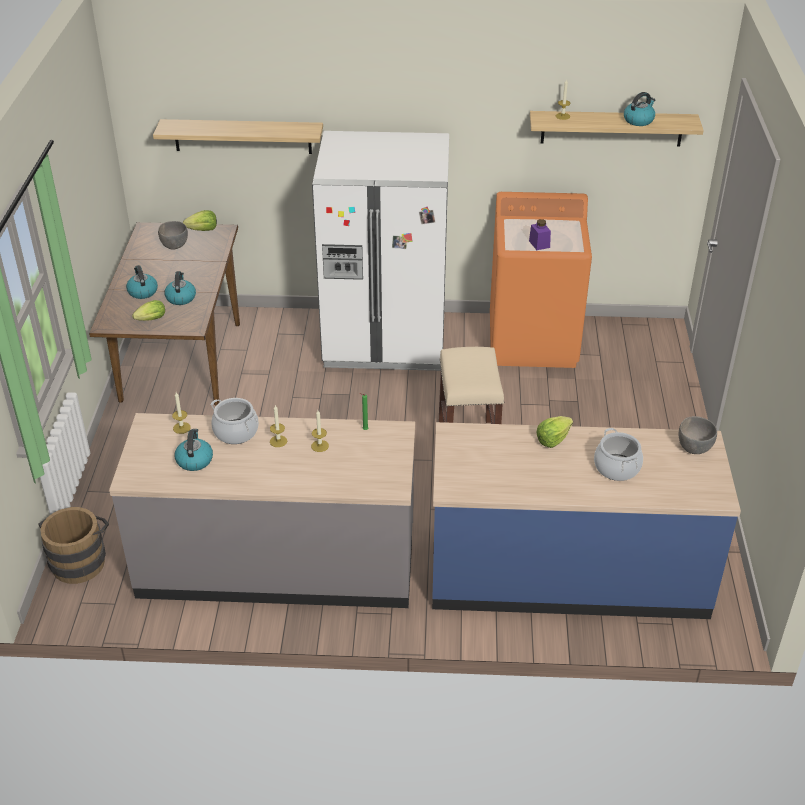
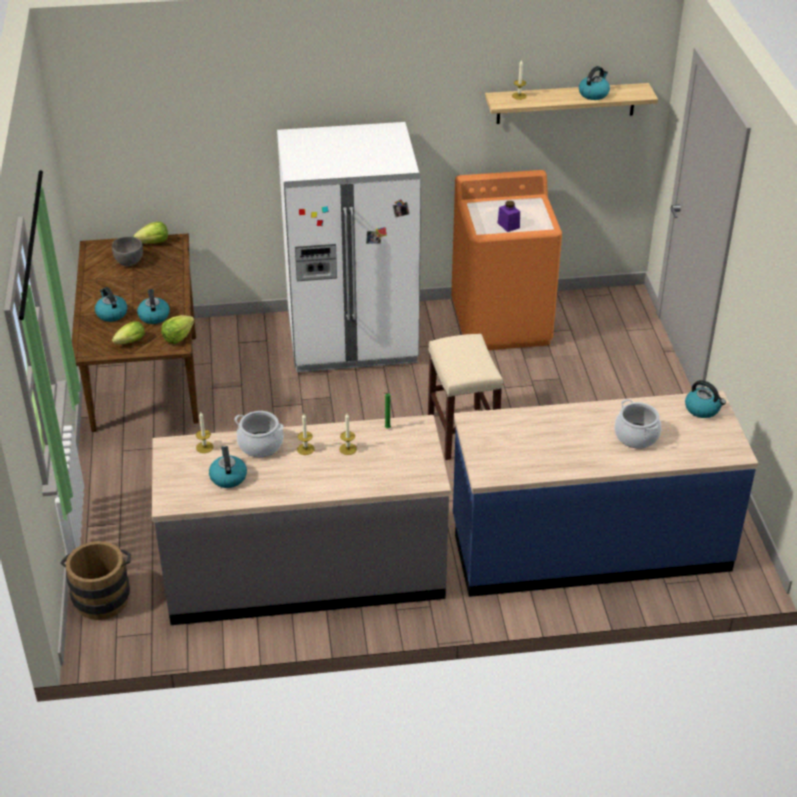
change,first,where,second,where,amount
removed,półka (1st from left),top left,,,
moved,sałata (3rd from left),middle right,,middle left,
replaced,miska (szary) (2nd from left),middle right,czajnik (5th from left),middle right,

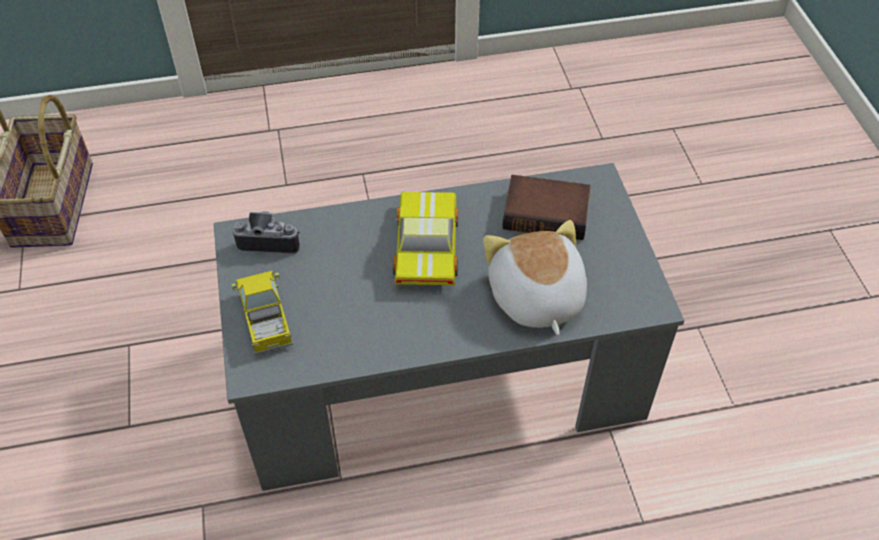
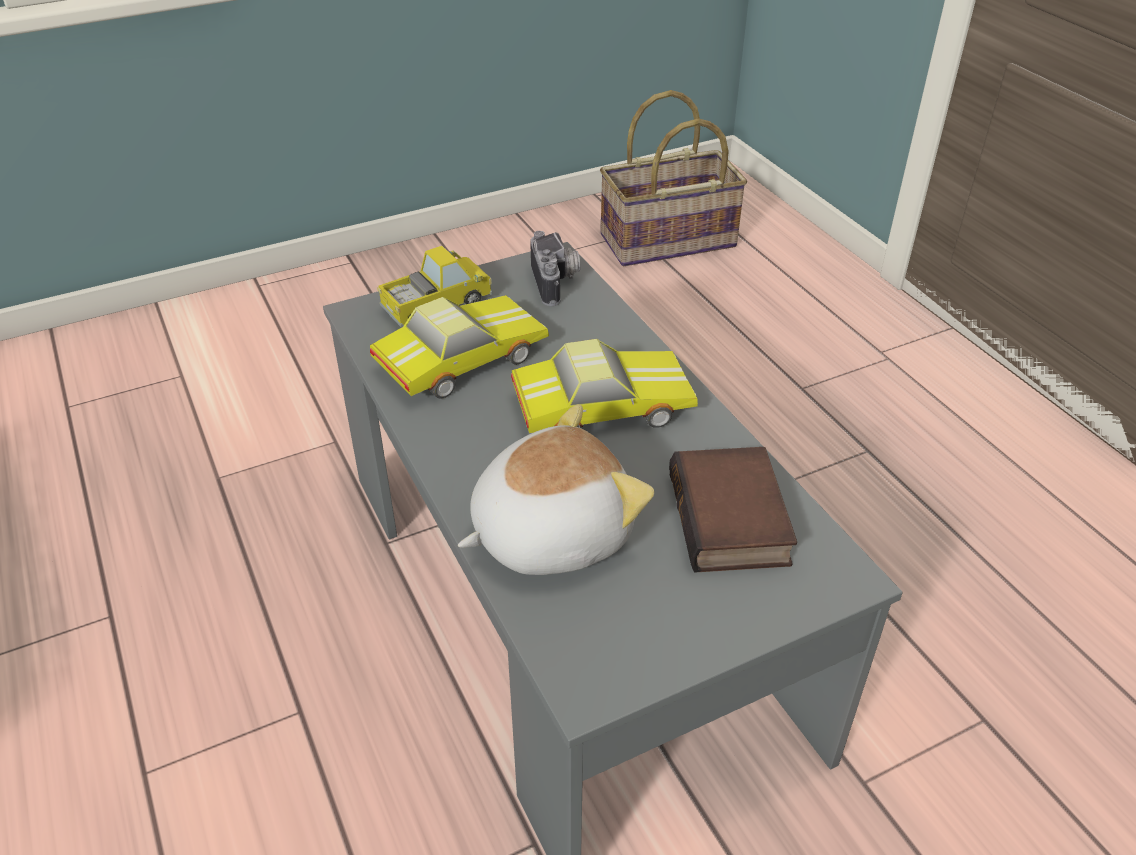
change,first,where,second,where,amount
added,,,samochodzik (1st from left),centre,

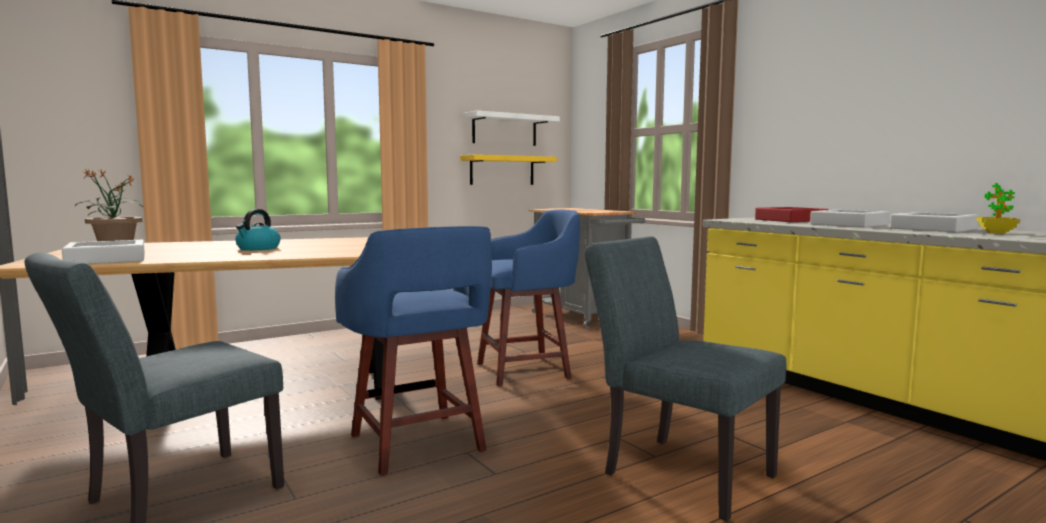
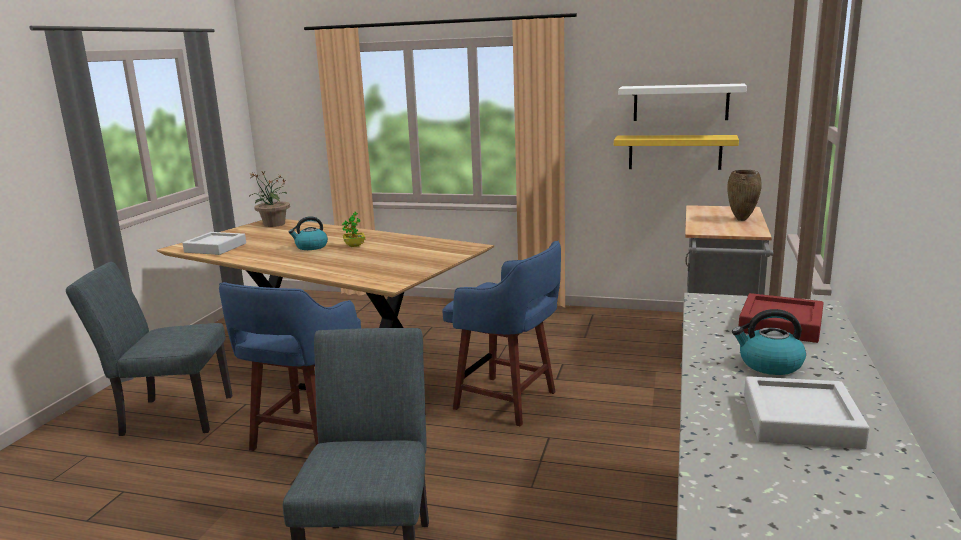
change,first,where,second,where,amount
moved,roślina doniczkowa (2nd from left),middle right,,centre,
replaced,taca (szary) (2nd from left),middle right,czajnik (2nd from left),middle right,
added,,,wazon (brązowy),middle right,

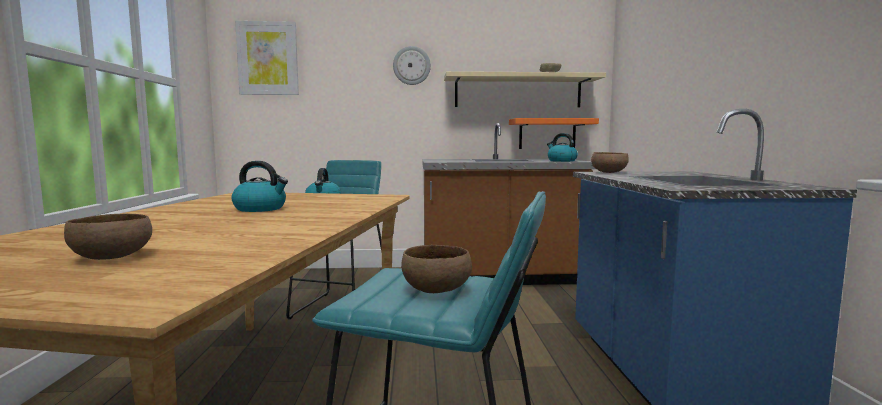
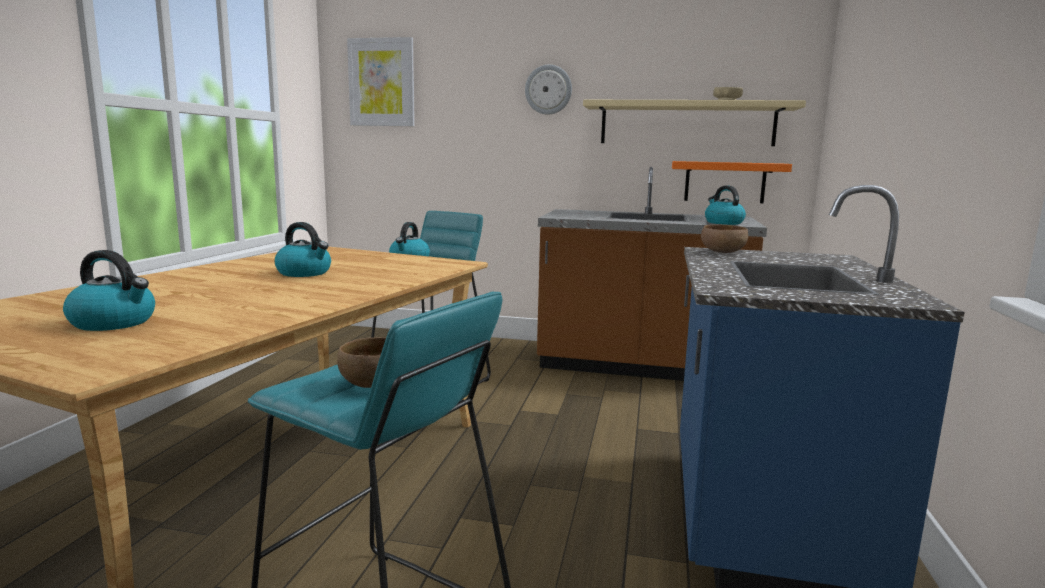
change,first,where,second,where,amount
replaced,miska (brązowy) (1st from left),middle left,czajnik (1st from left),middle left,

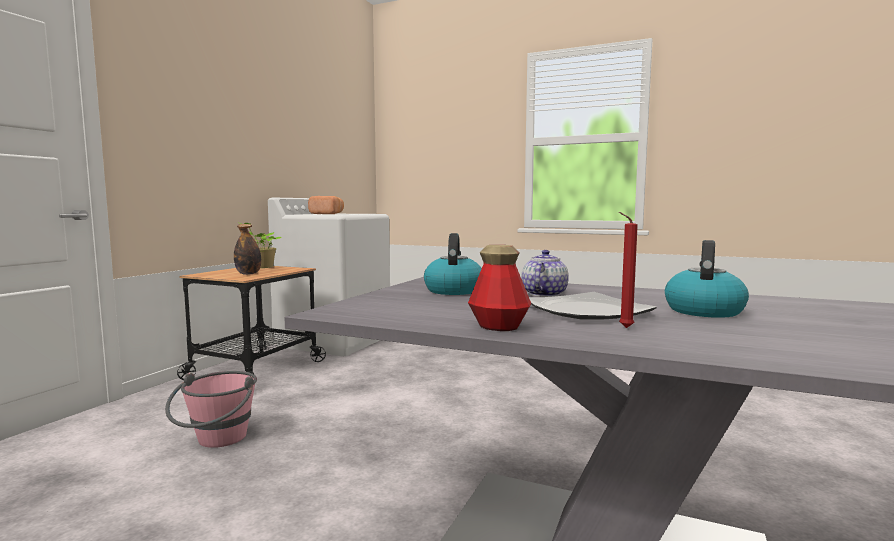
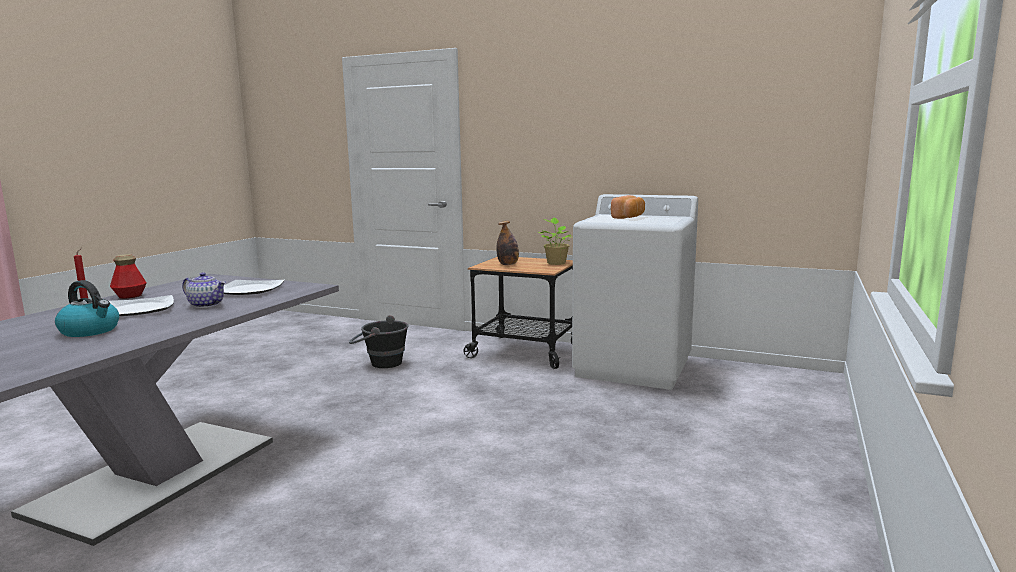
change,first,where,second,where,amount
replaced,czajnik (1st from left),centre,talerz (2nd from left),middle left,
recoloured,wiadro (różowy),bottom left,wiadro (czarny),centre,

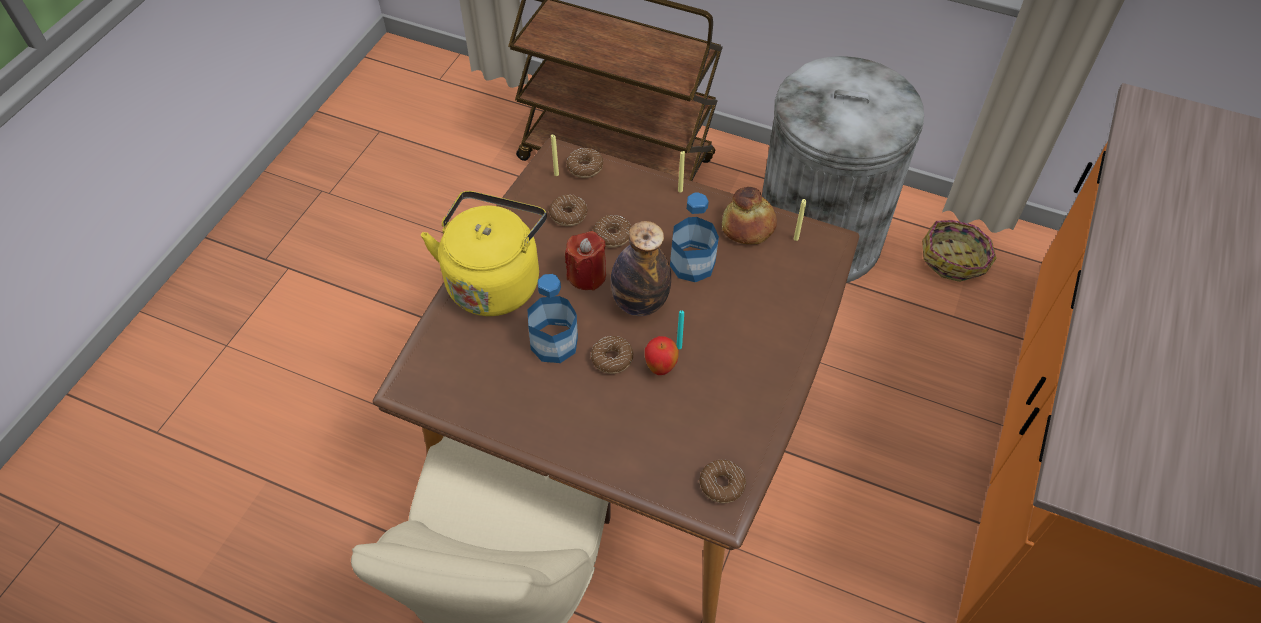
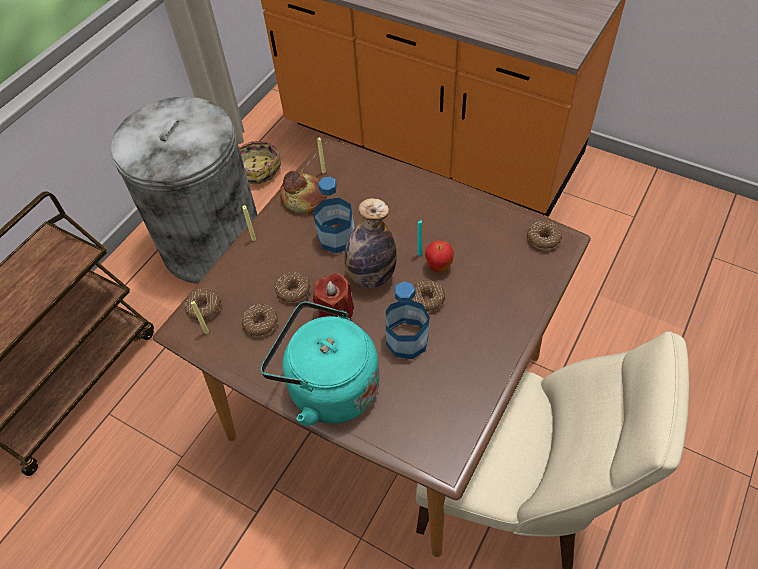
change,first,where,second,where,amount
recoloured,czajnik (żółty),centre,czajnik (turkusowy),centre,

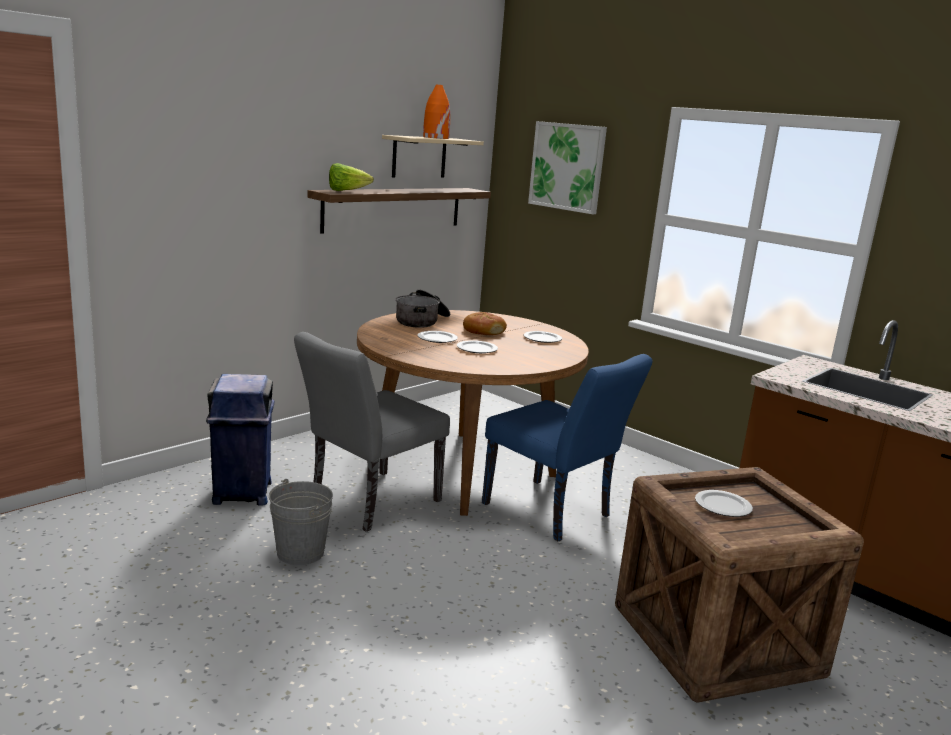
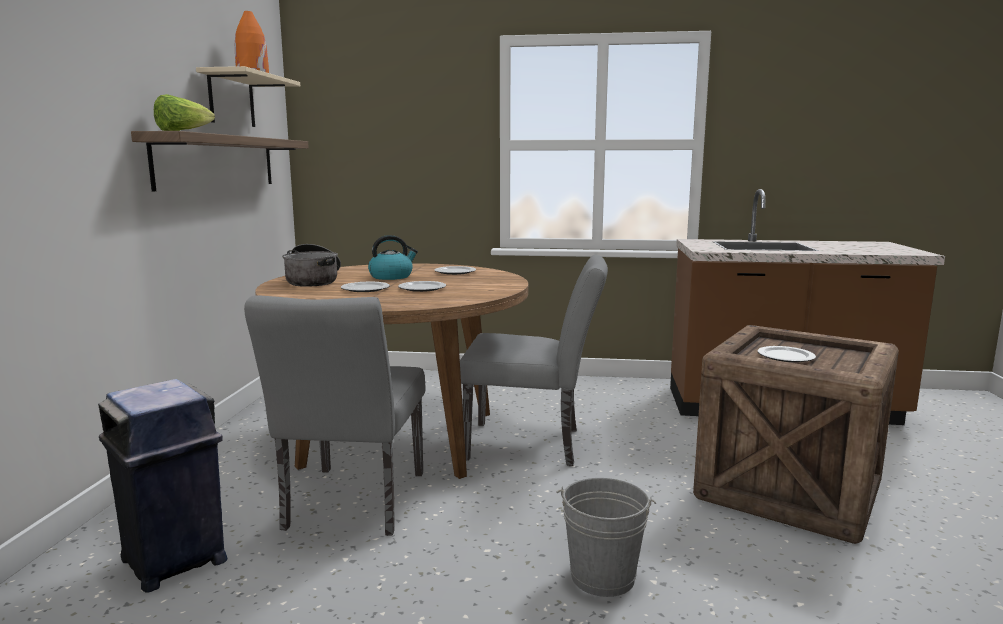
change,first,where,second,where,amount
removed,obraz,top centre,,,
replaced,chleb,centre,czajnik,centre,
recoloured,krzesło (niebieski),centre,krzesło (szary) (2nd from left),centre,
moved,wiadro (szary),bottom left,,bottom centre,

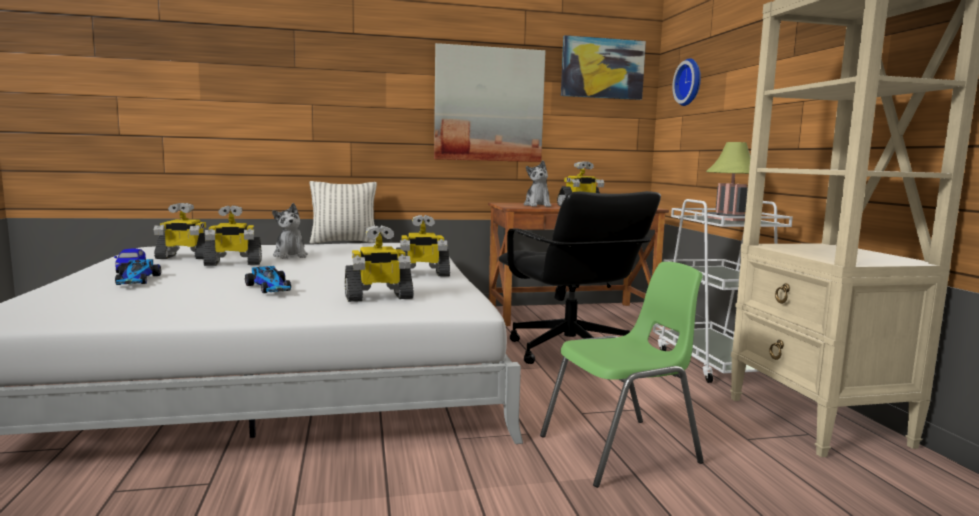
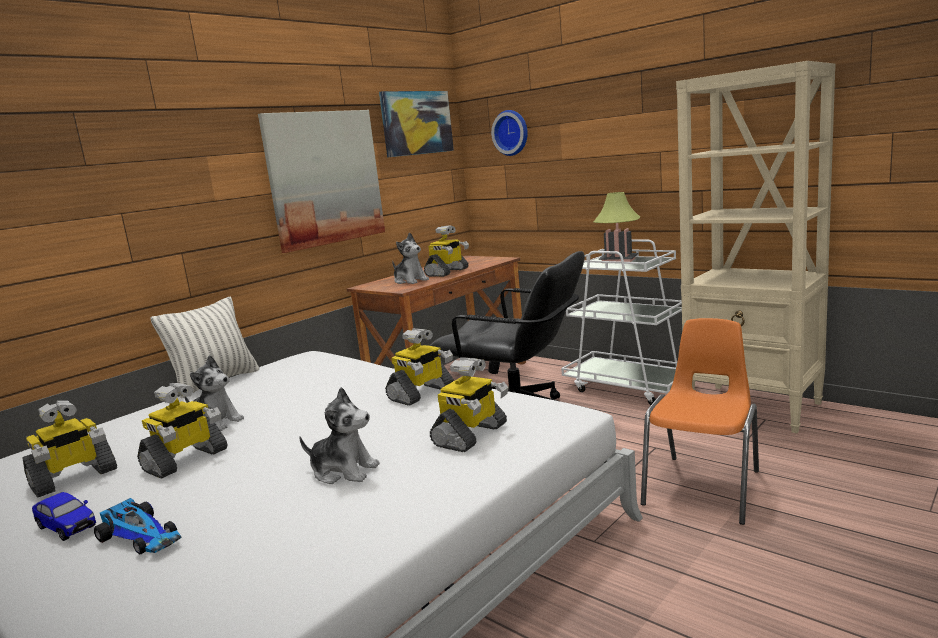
change,first,where,second,where,amount
recoloured,krzesło (zielony),bottom centre,krzesło (pomarańczowy),middle right,
replaced,samochodzik (3rd from left),middle left,pluszak (2nd from left),bottom centre,

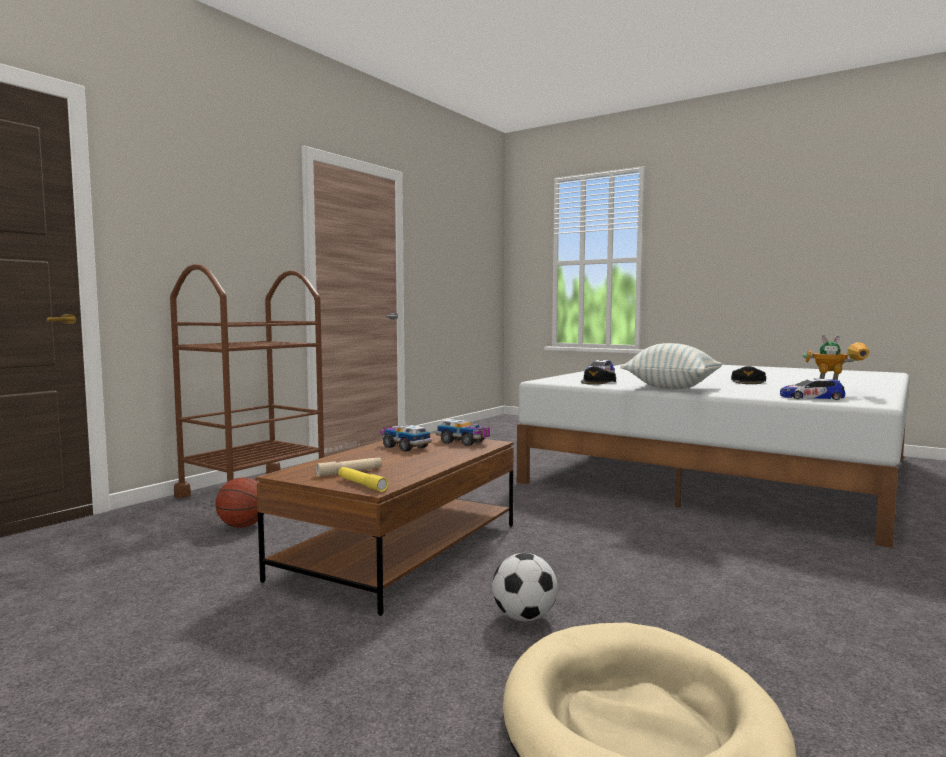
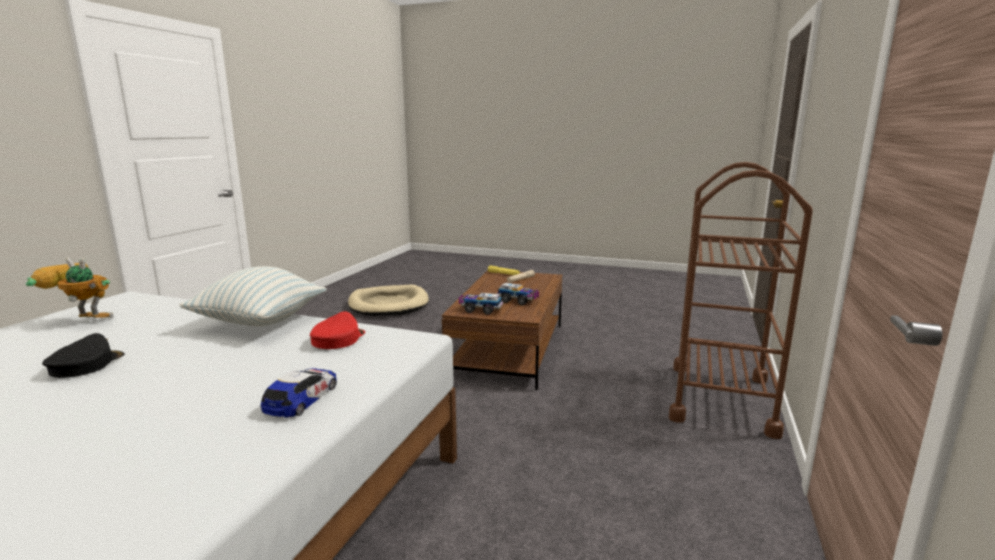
change,first,where,second,where,amount
recoloured,czapka z daszkiem (czarny) (1st from left),centre,czapka z daszkiem (czerwony),centre,
removed,samochodzik (2nd from left),middle right,,,
removed,piłka do koszykówki,middle left,,,
removed,piłka futbolowa,bottom centre,,,

